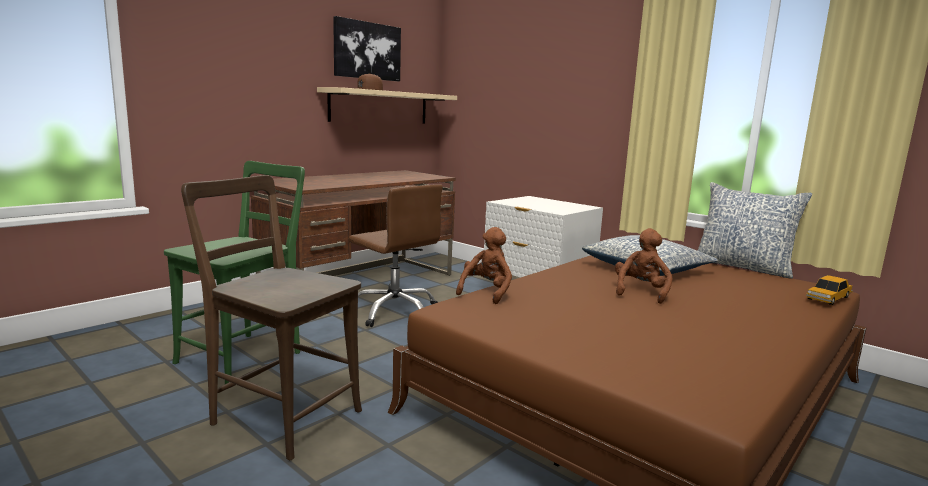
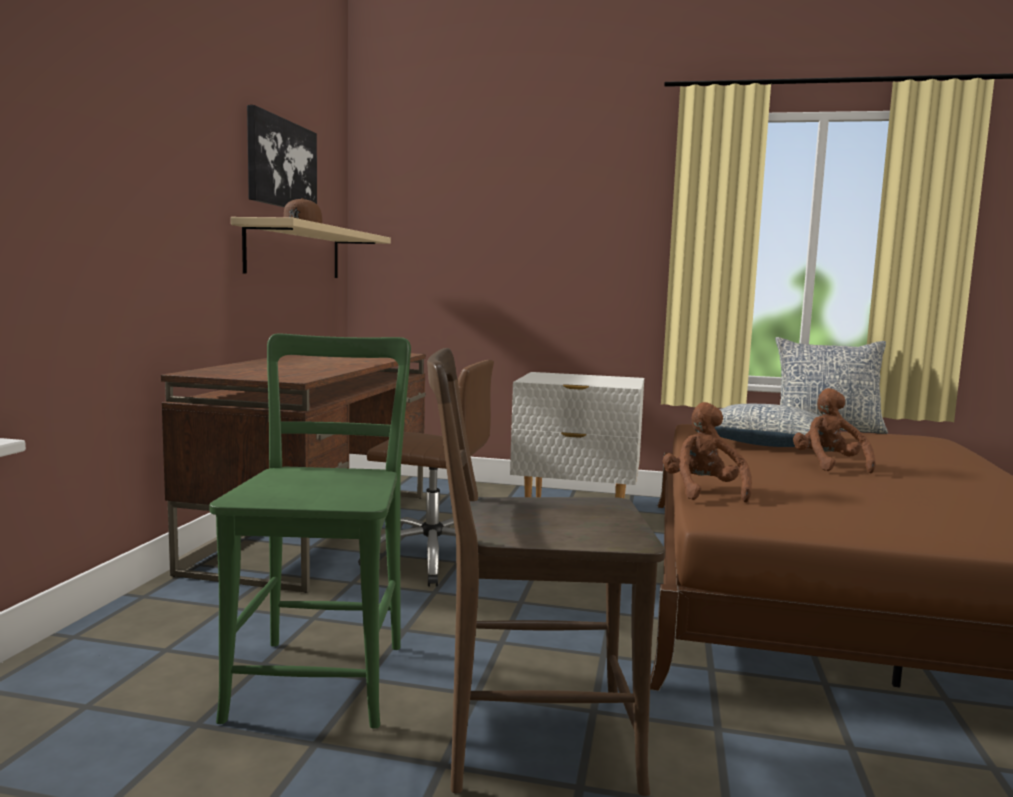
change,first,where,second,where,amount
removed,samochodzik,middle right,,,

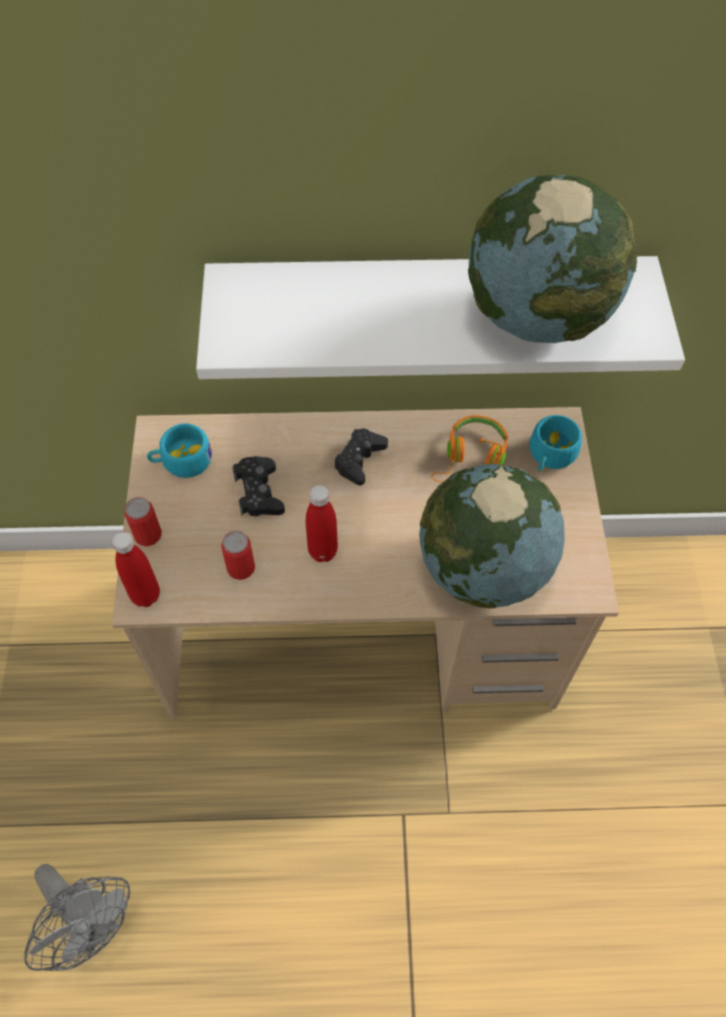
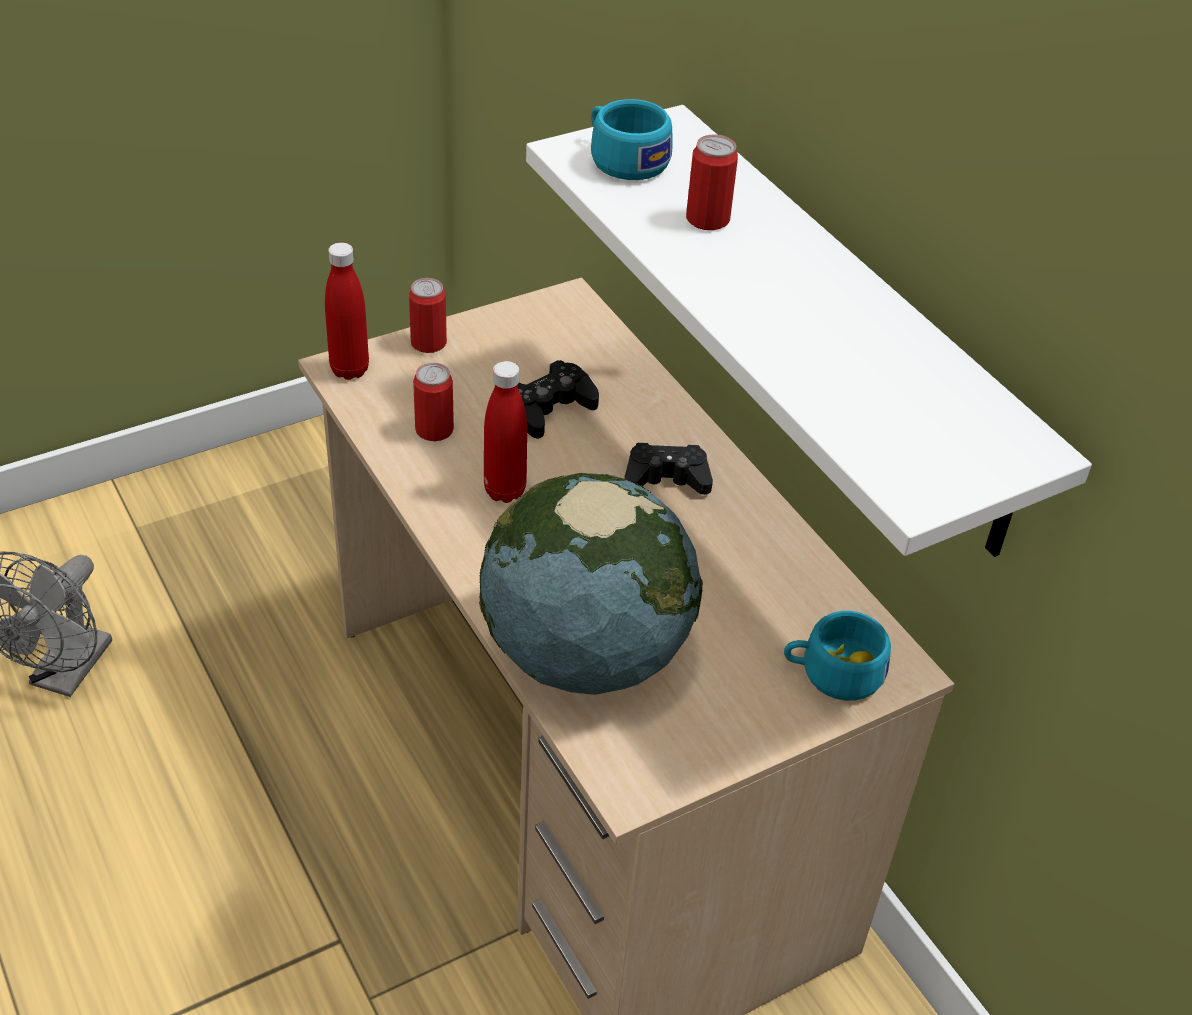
change,first,where,second,where,amount
removed,globus (2nd from left),top right,,,
removed,słuchawki (pomarańczowy),centre,,,
moved,filiżanka (turkusowy) (1st from left),middle left,,top centre,
added,,,puszka (3rd from left),top centre,

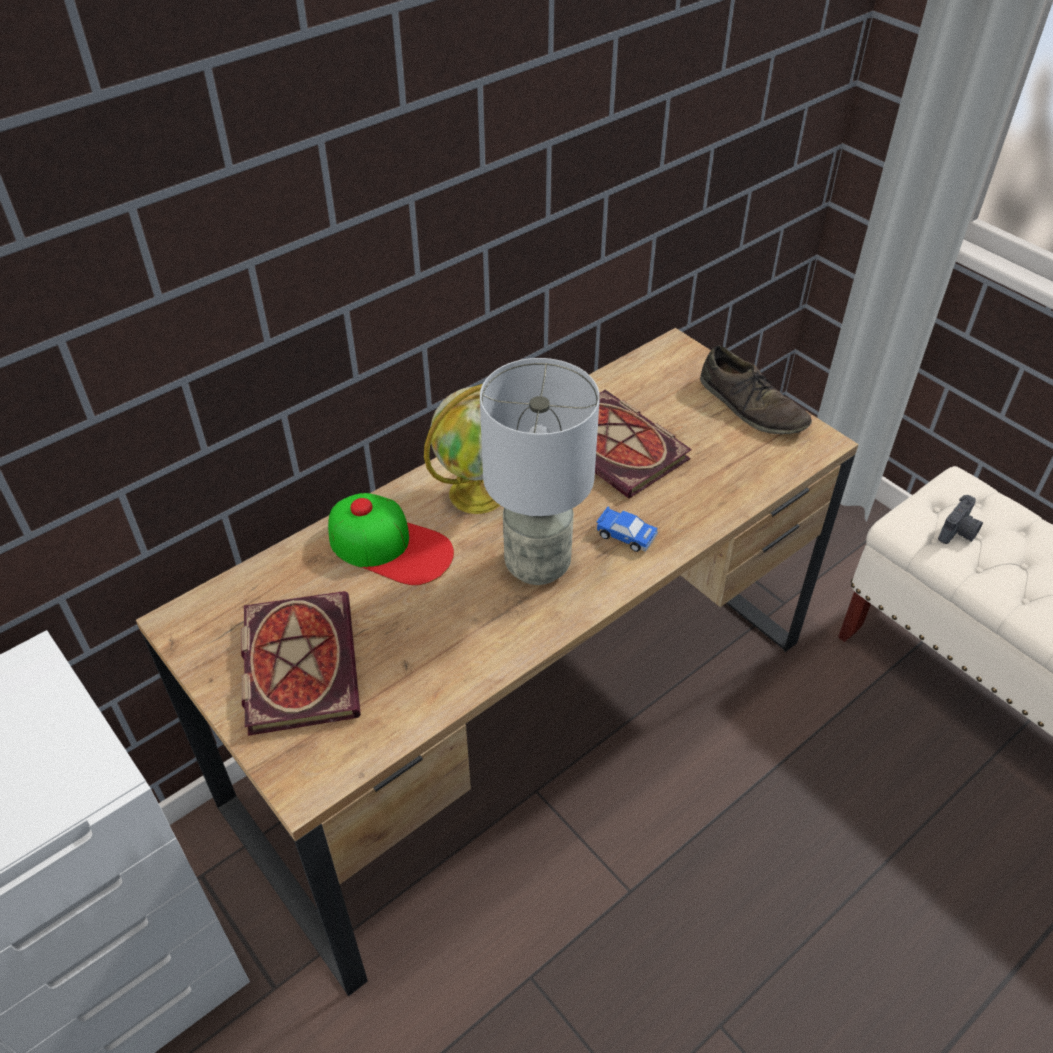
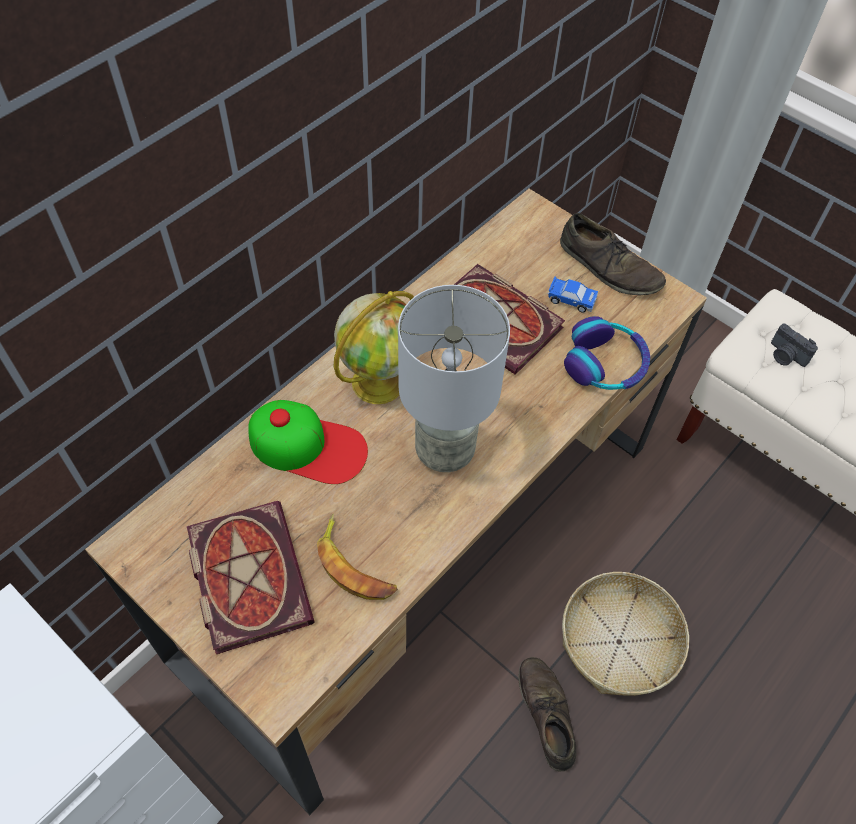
change,first,where,second,where,amount
turned,aparat fotograficzny,middle right,,middle right,105 degrees clockwise
moved,samochodzik,centre,,middle right,
added,,,słuchawki,middle right,
added,,,banan,bottom centre,
added,,,koszyk,bottom right,
added,,,but (brązowy) (1st from left),bottom centre,

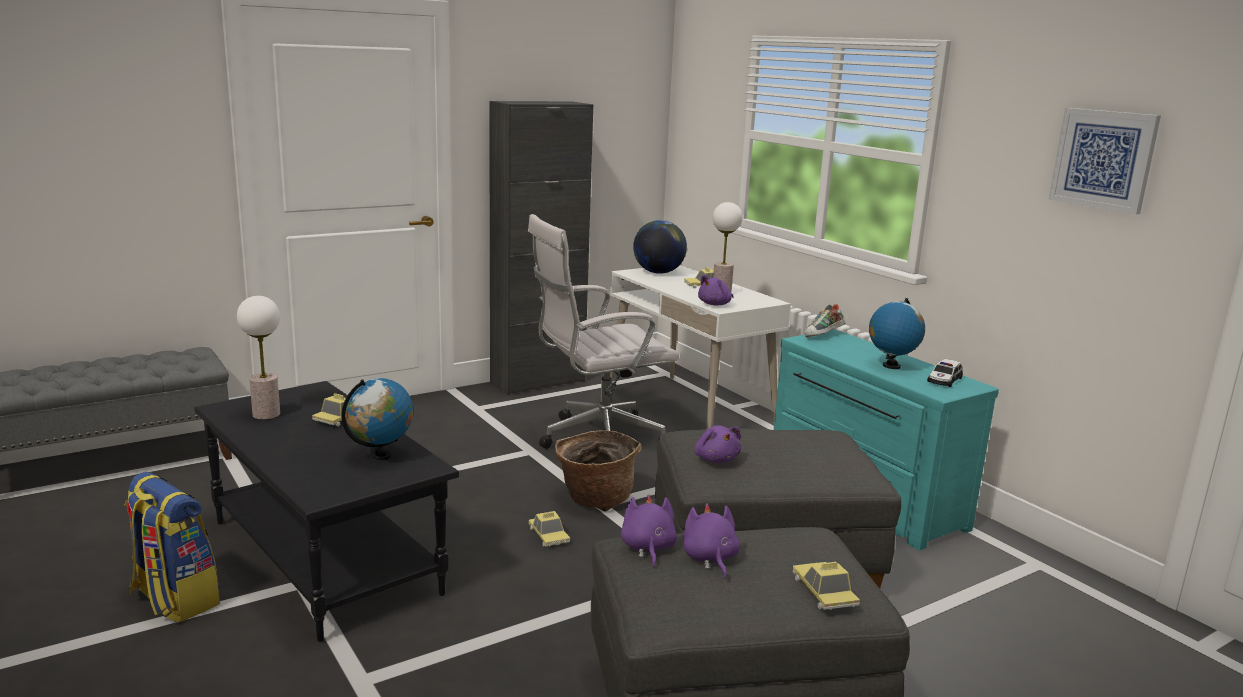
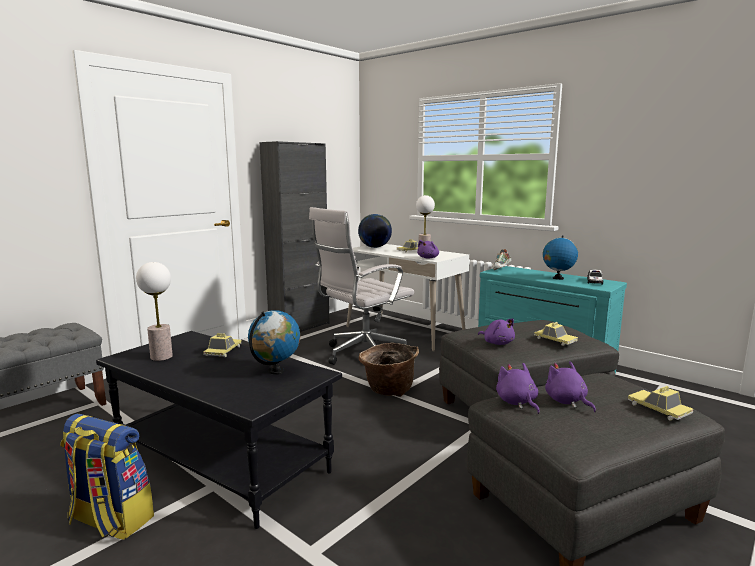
change,first,where,second,where,amount
removed,obraz,top right,,,
moved,samochodzik (2nd from left in the first image),bottom centre,samochodzik (3rd from left),middle right,

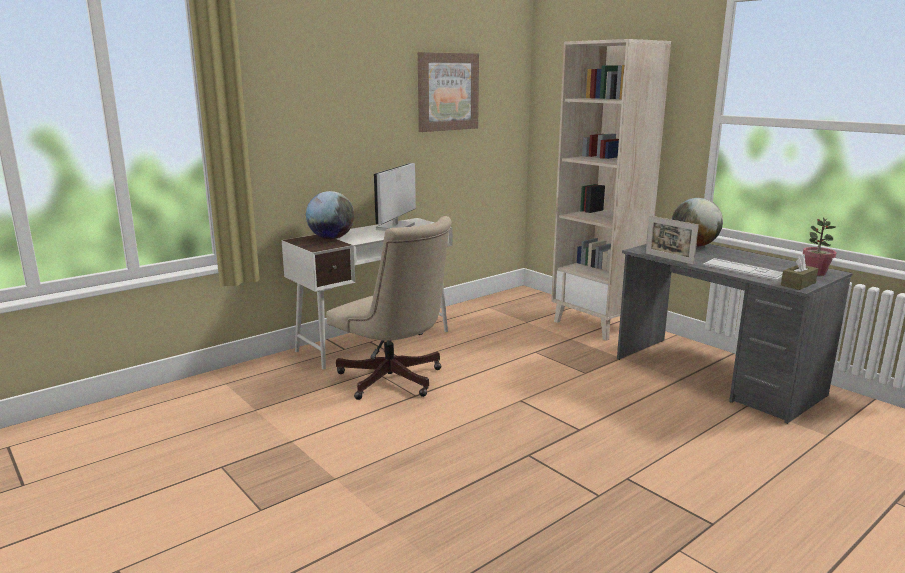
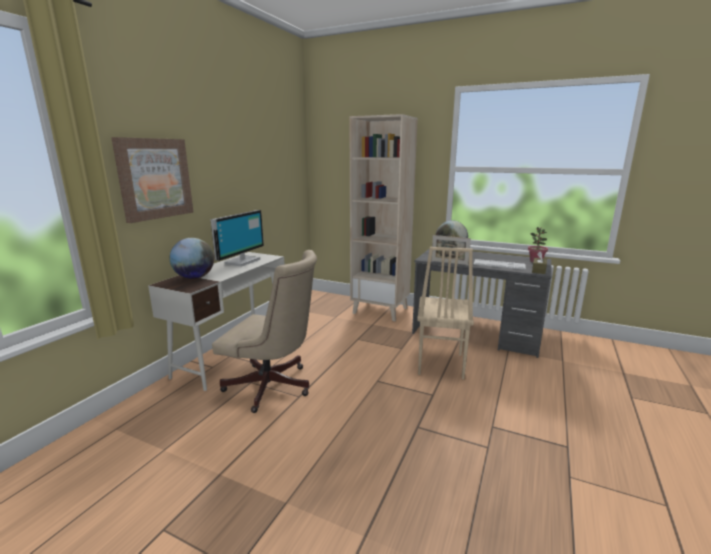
change,first,where,second,where,amount
moved,obraz,top centre,,top left,
turned,monitor,centre,,centre,150 degrees counterclockwise
added,,,krzesło (beżowy),centre,

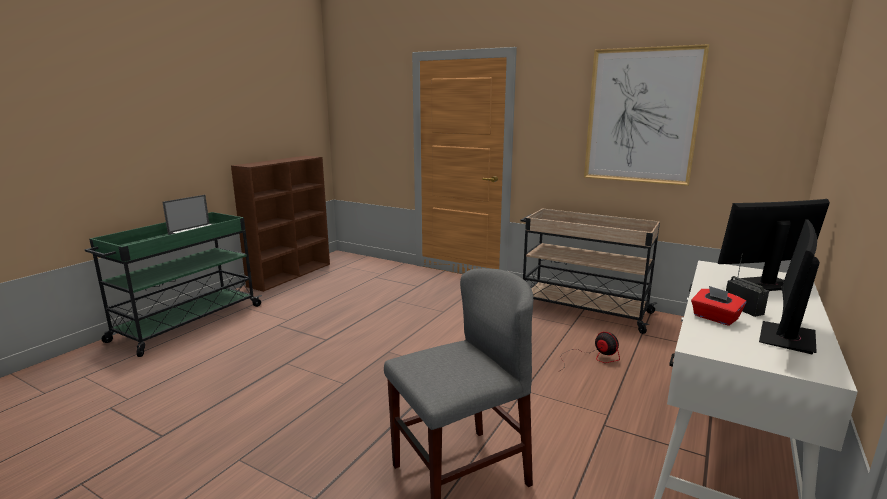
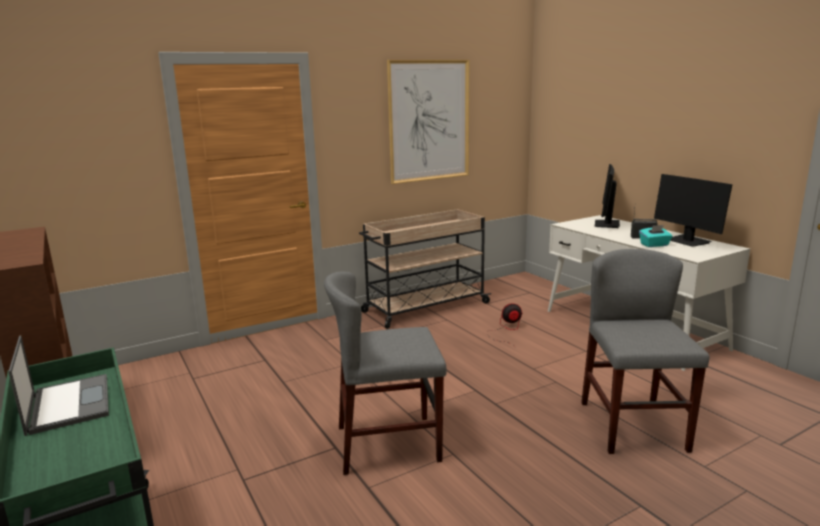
change,first,where,second,where,amount
recoloured,pudełko chusteczek (czerwony),middle right,pudełko chusteczek (turkusowy),middle right,
added,,,krzesło (szary) (1st from left),bottom centre,

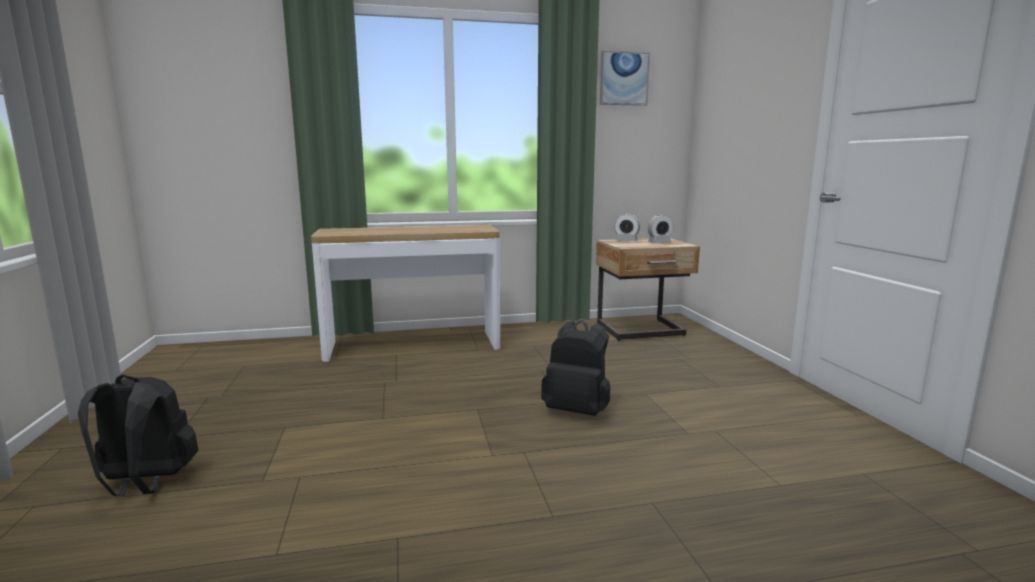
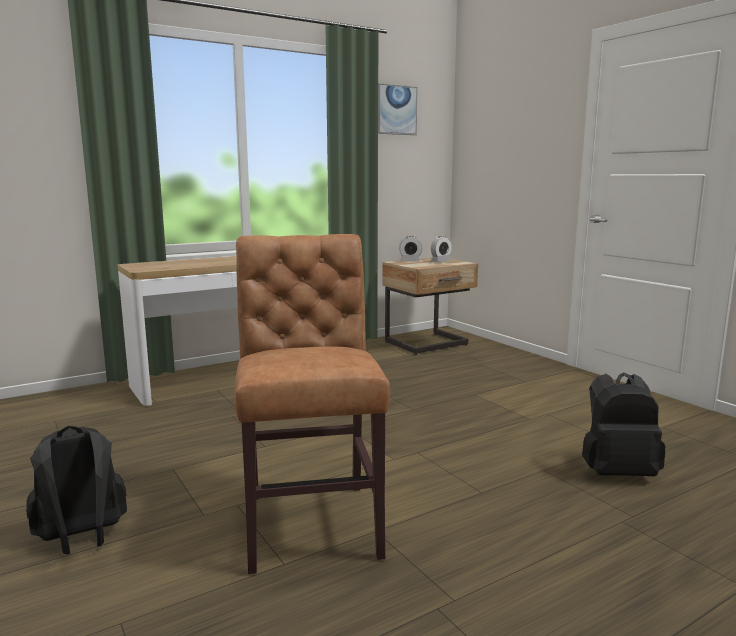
change,first,where,second,where,amount
moved,plecak (czarny) (2nd from left),centre,,bottom right,
added,,,krzesło (brązowy),centre,

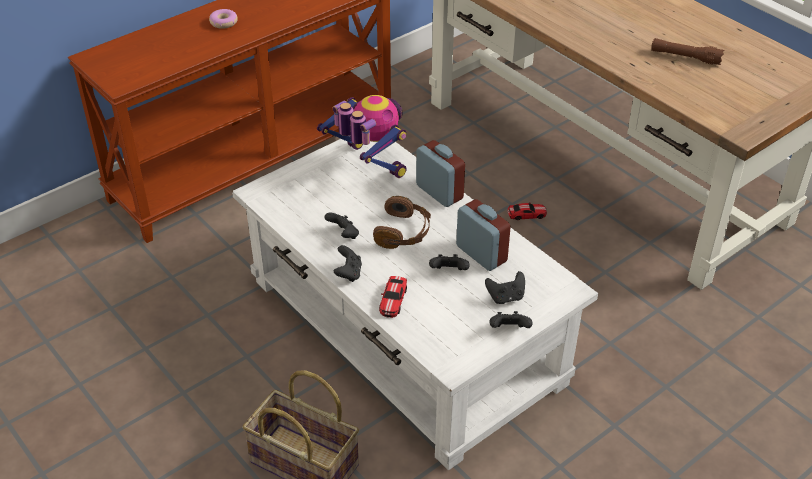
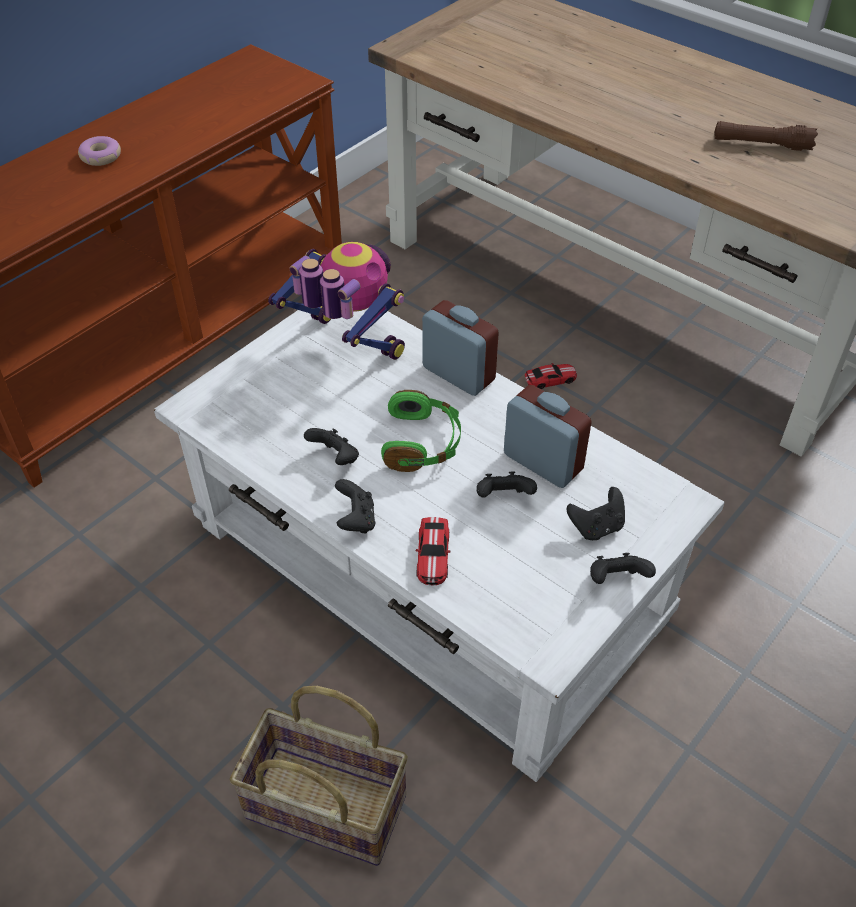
change,first,where,second,where,amount
recoloured,słuchawki (brązowy),centre,słuchawki (zielony),centre,

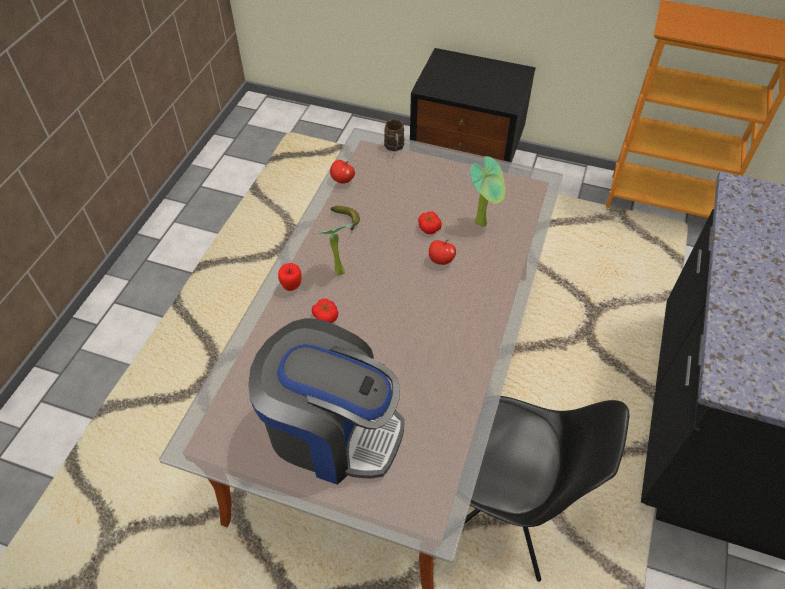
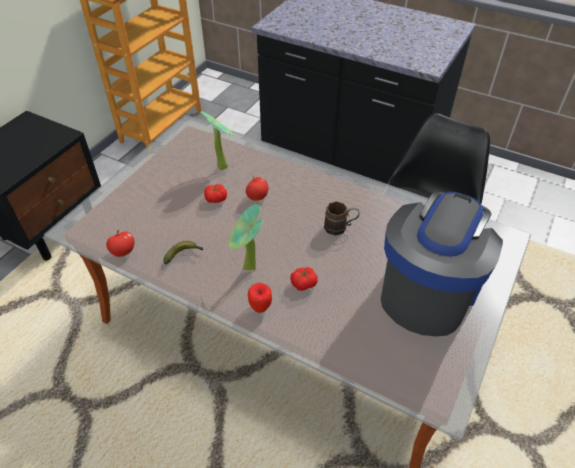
change,first,where,second,where,amount
moved,kubek (brązowy),top centre,,centre,

